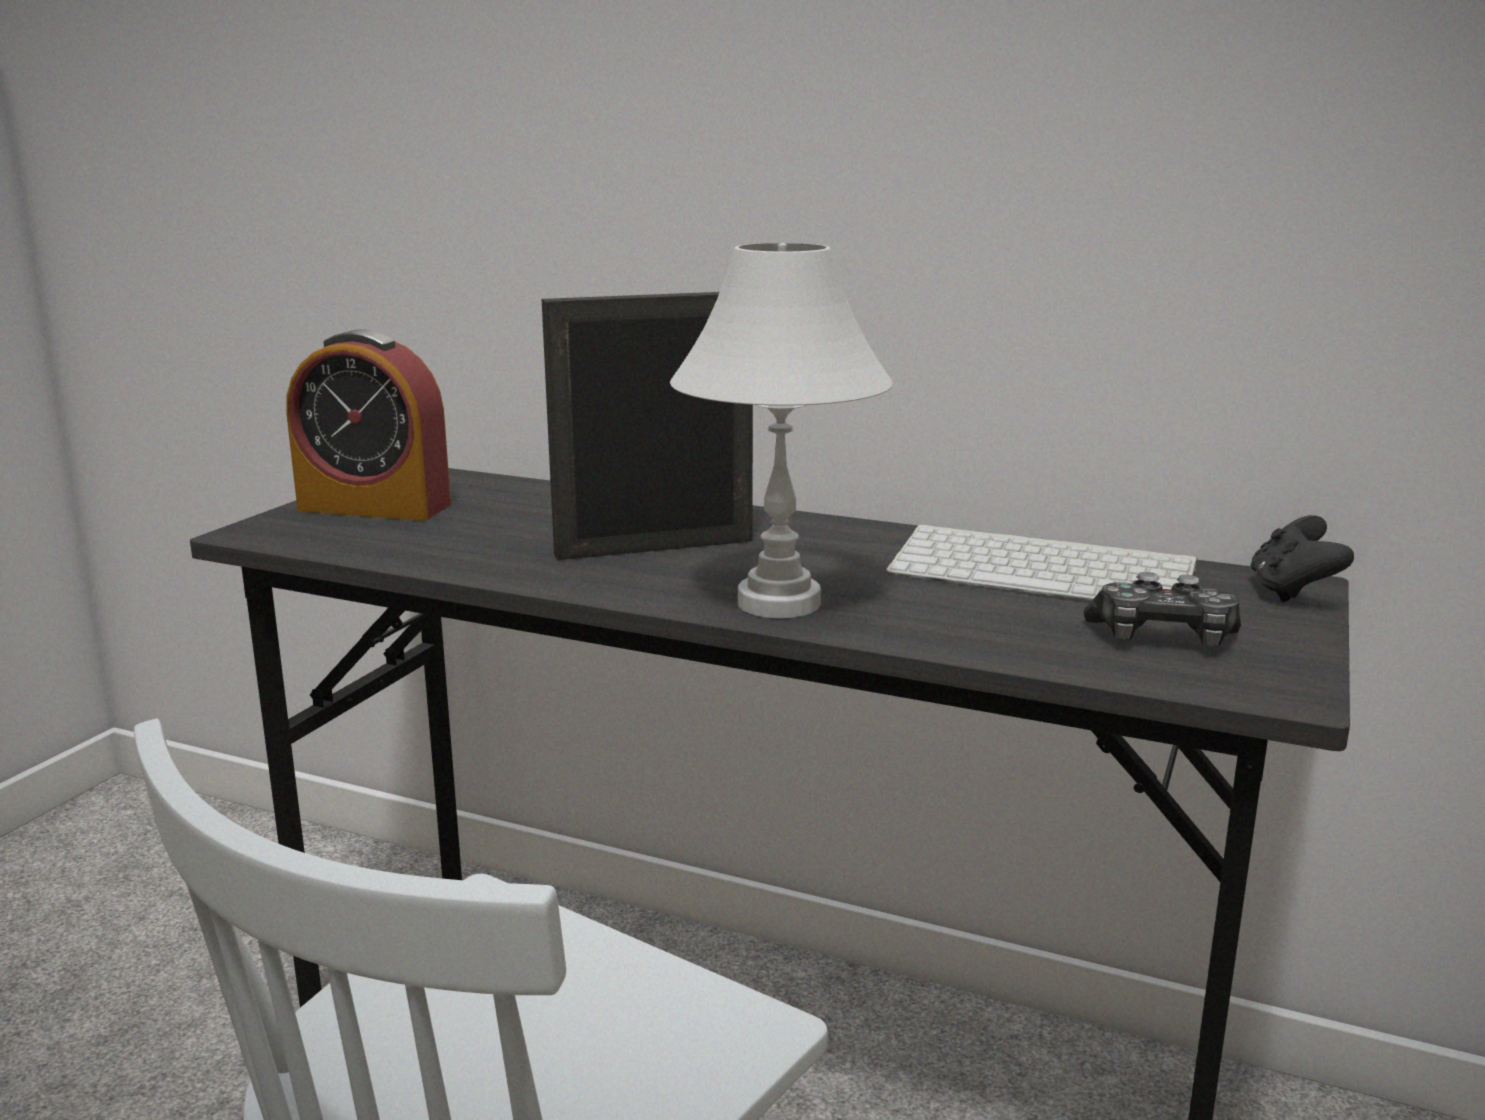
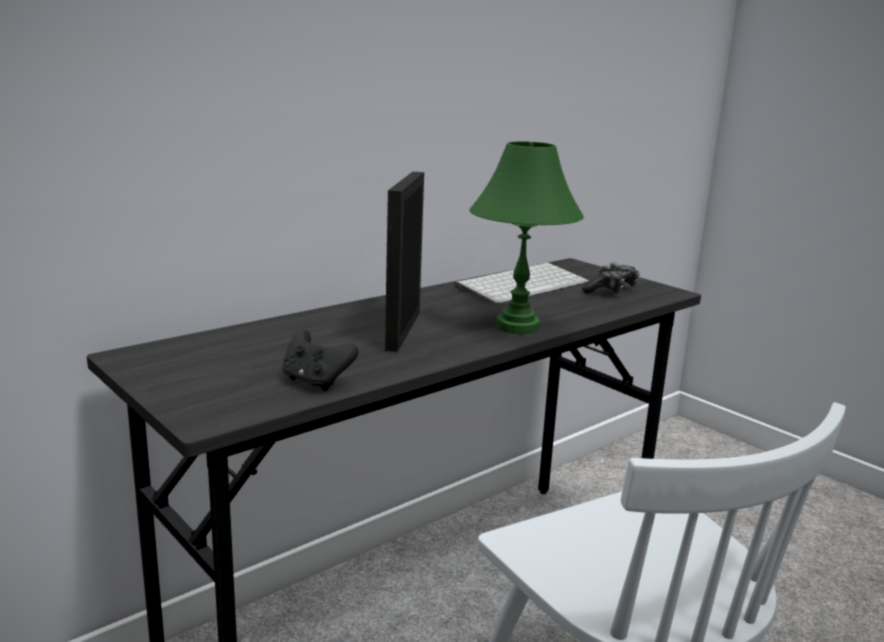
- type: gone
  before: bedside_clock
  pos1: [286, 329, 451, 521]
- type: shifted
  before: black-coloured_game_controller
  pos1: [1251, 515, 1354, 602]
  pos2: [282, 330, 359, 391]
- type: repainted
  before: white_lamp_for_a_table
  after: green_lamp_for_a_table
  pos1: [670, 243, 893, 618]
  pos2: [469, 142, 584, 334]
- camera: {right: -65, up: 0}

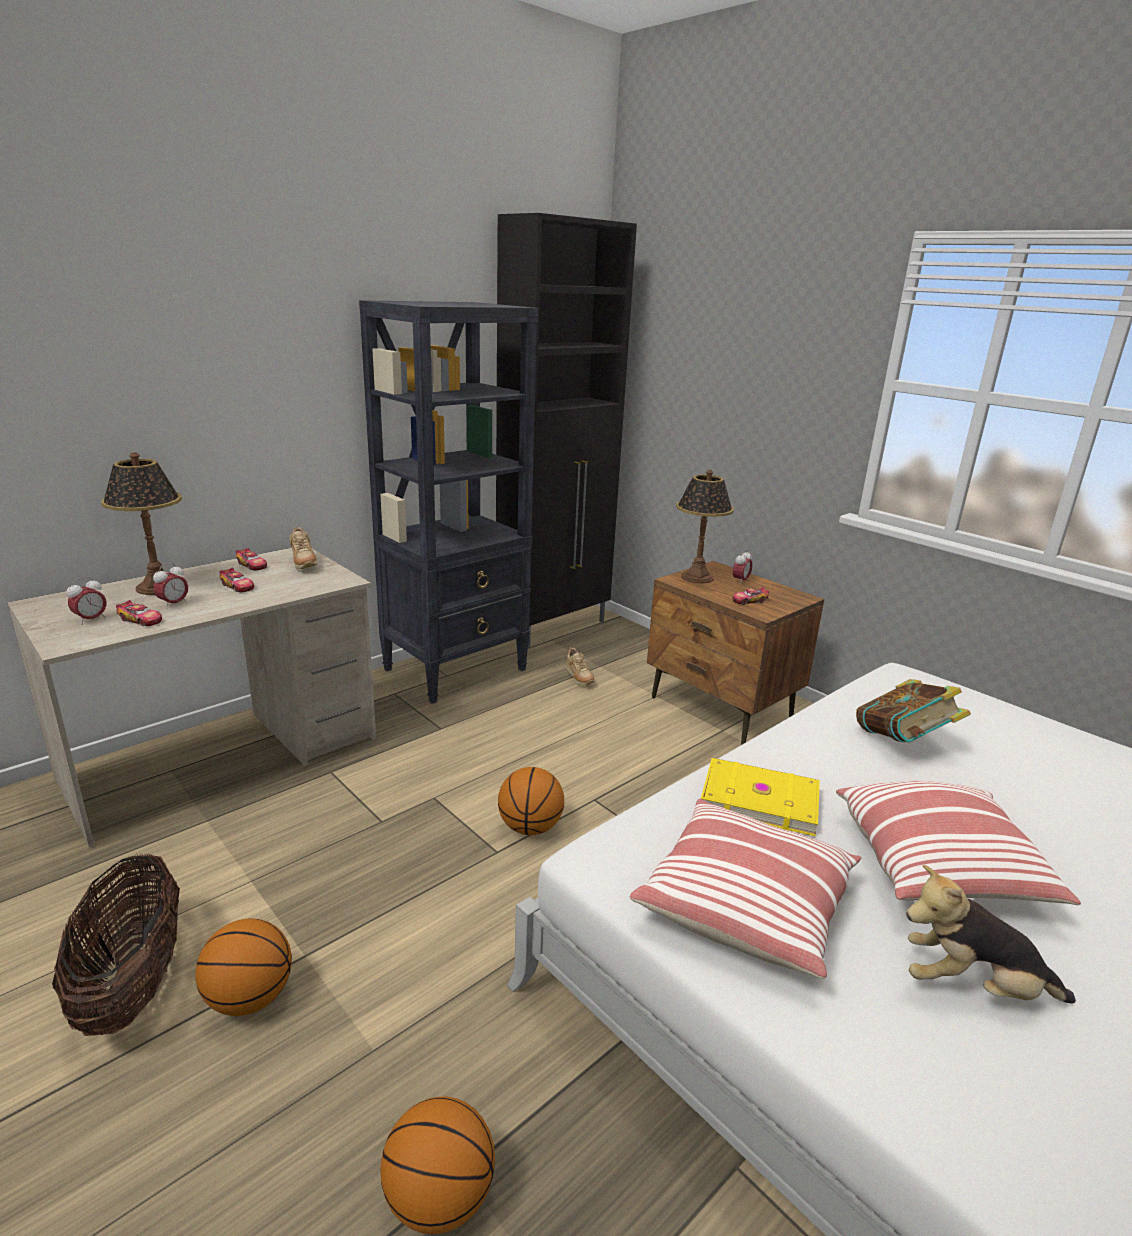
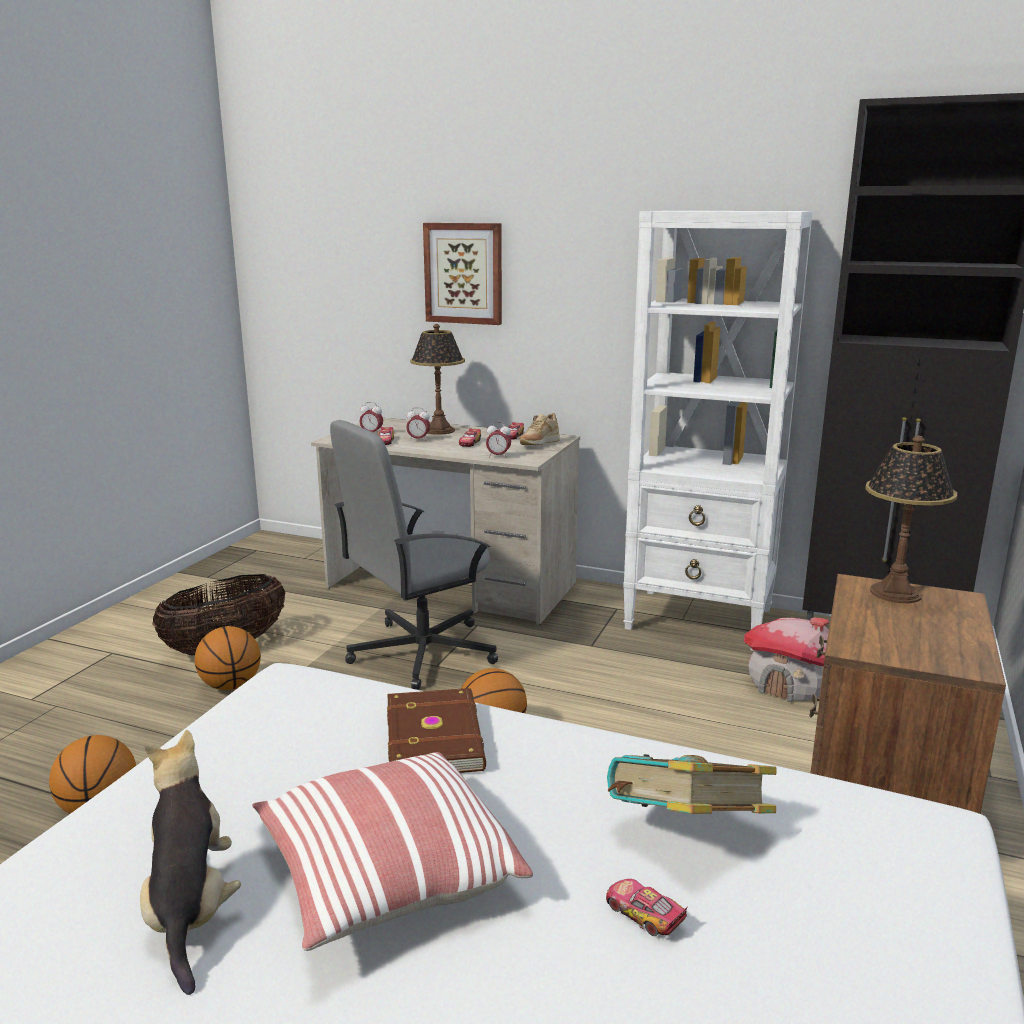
- type: gone
  before: throw_pillow
  pos1: [630, 799, 861, 979]
- type: new
  after: grey_computer_chair
  pos2: [330, 420, 498, 690]
- type: new
  after: wall_art
  pos2: [423, 223, 502, 325]
- type: shifted
  before: bedside_clock
  pos1: [733, 549, 752, 584]
  pos2: [486, 422, 511, 458]
- type: shifted
  before: miniature_car
  pos1: [733, 587, 769, 605]
  pos2: [606, 879, 688, 936]
- type: swapped
  before: sand-coloured_item_of_footwear
  after: miniature_house
  pos1: [567, 647, 595, 685]
  pos2: [744, 618, 829, 702]
- type: repainted
  before: black-coloured_bookshelf
  after: white_bookshelf
  pos1: [359, 300, 538, 704]
  pos2: [623, 211, 813, 651]
- type: repainted
  before: yellowish_volume
  after: brownish_volume
  pos1: [701, 758, 820, 836]
  pos2: [387, 688, 486, 773]
- camera: {right: 65, up: -5}

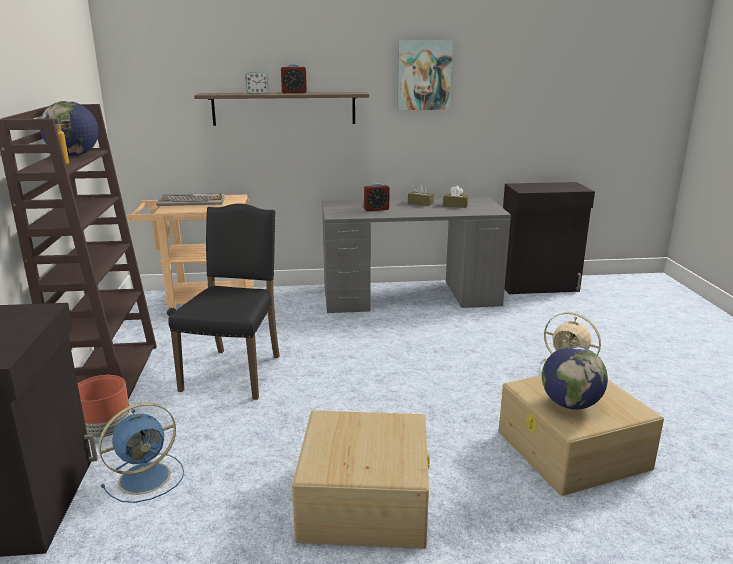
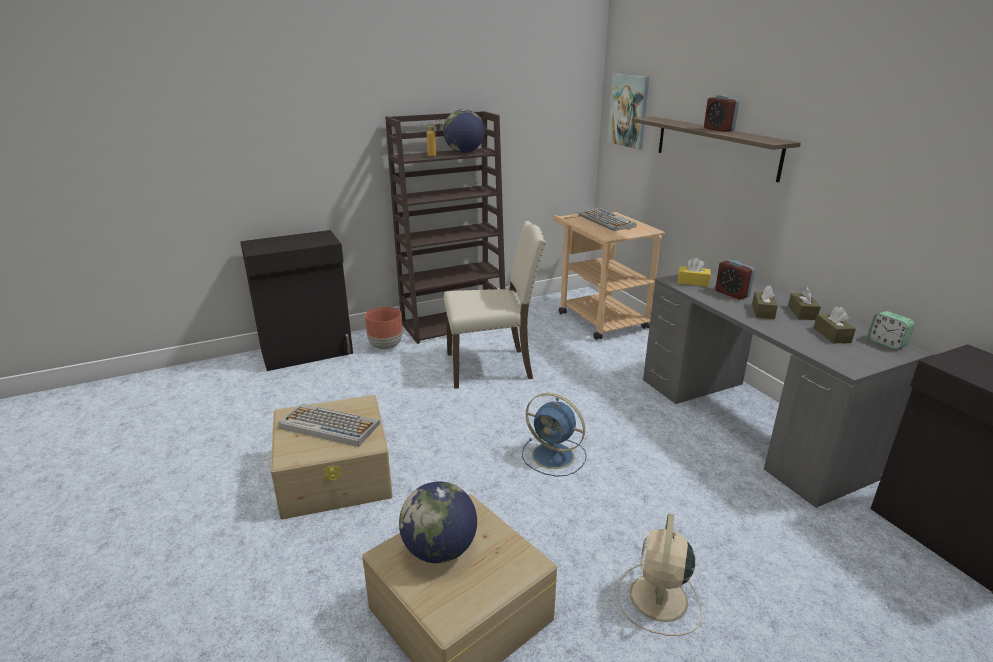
- type: new
  after: keyboard
  pos2: [278, 404, 380, 447]
- type: new
  after: yellowish_box_of_tissues
  pos2: [678, 258, 711, 287]
- type: new
  after: brownish_box_of_tissues
  pos2: [752, 285, 778, 319]
- type: shifted
  before: bluish_electric_fan
  pos1: [99, 403, 184, 503]
  pos2: [522, 393, 587, 477]
- type: shifted
  before: bedside_clock
  pos1: [245, 72, 268, 94]
  pos2: [868, 311, 915, 349]
- type: shifted
  before: wall_art
  pos1: [397, 40, 453, 110]
  pos2: [607, 74, 649, 150]
- type: repainted
  before: black-coloured_chair
  after: sand-coloured_chair
  pos1: [168, 203, 280, 400]
  pos2: [444, 221, 546, 389]
- camera: {right: 70, up: 5}

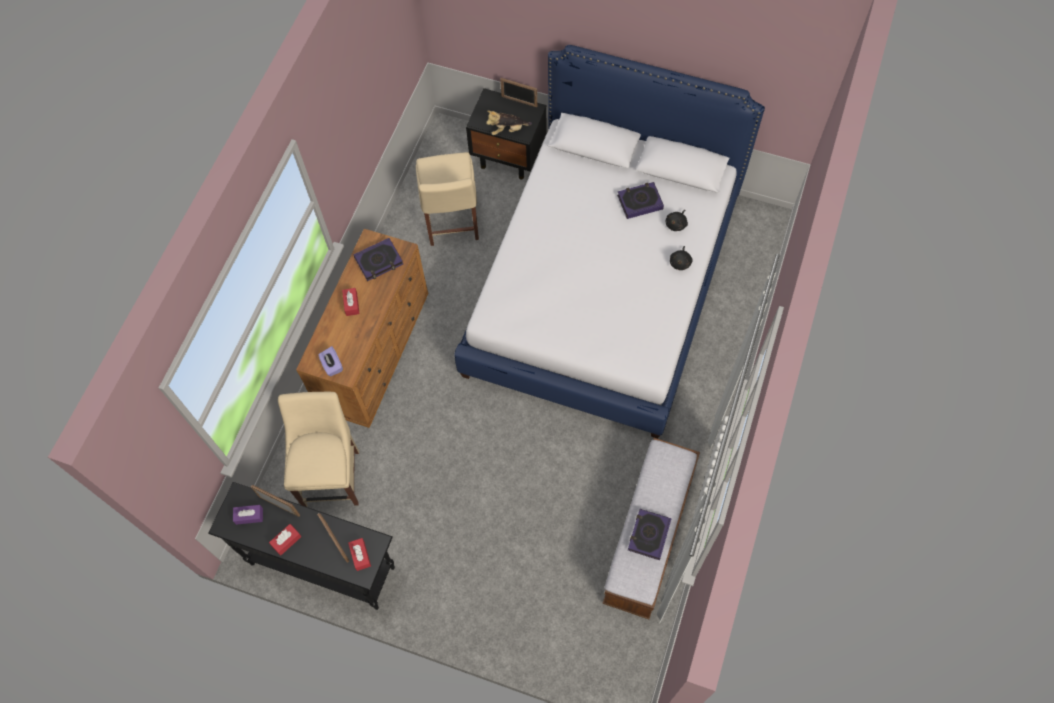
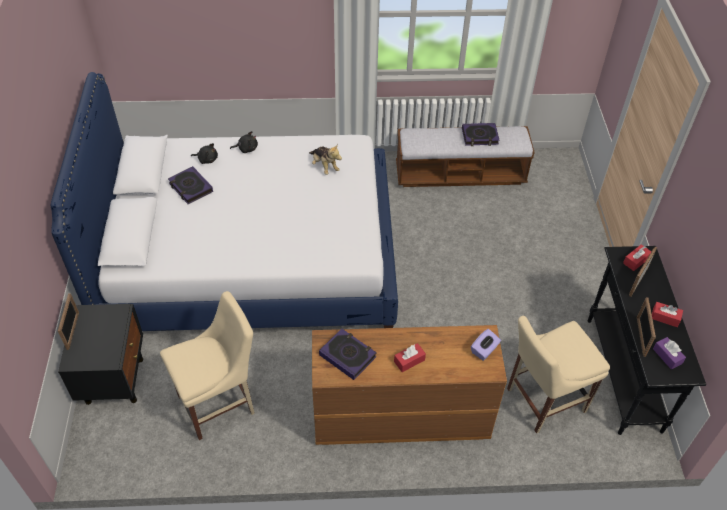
- type: shifted
  before: cuddly_toy
  pos1: [486, 111, 532, 135]
  pos2: [309, 144, 342, 175]
- camera: {right: -115, up: -15}

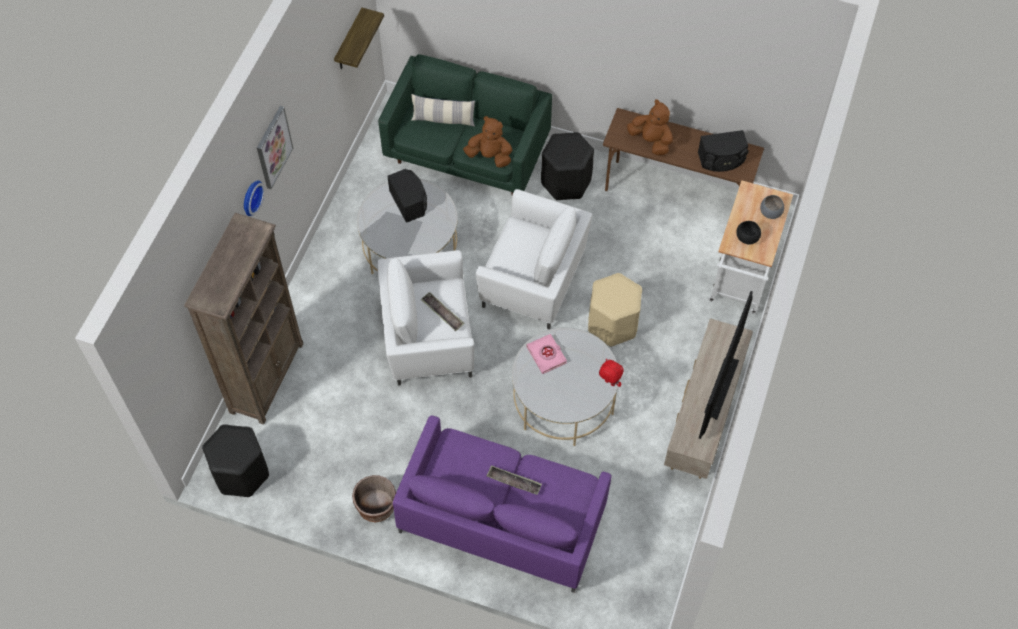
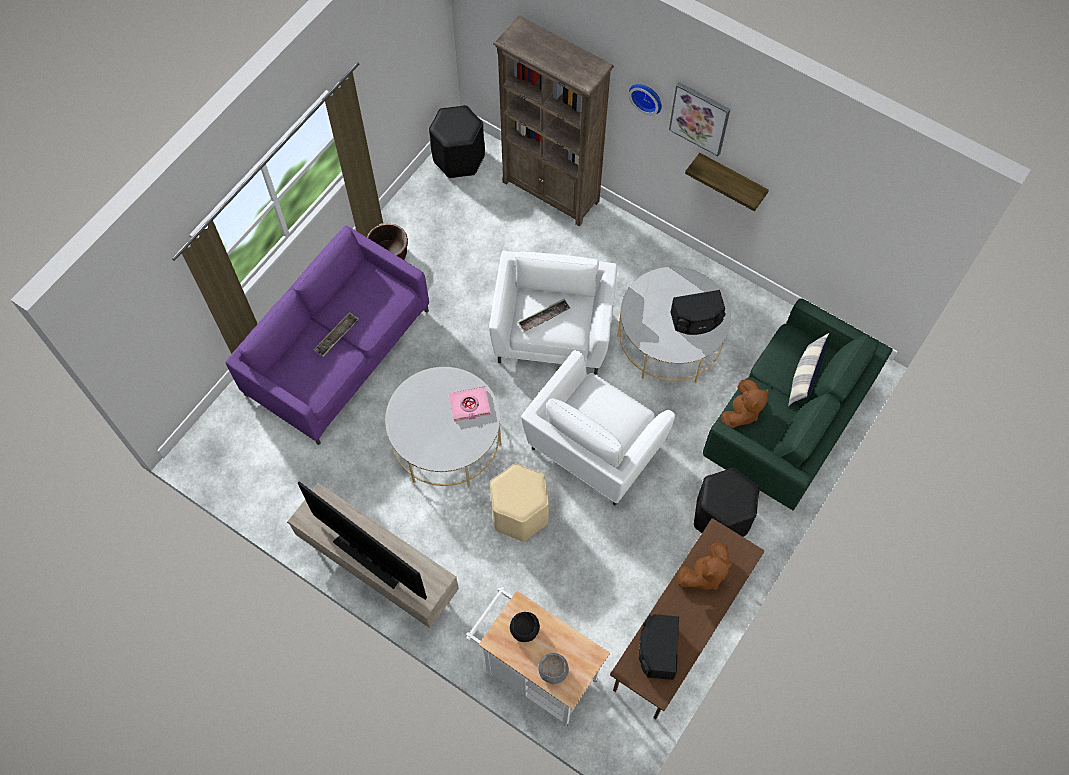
- type: gone
  before: reddish_cuddly_toy
  pos1: [599, 359, 623, 387]
- type: shifted
  before: wall_shelf
  pos1: [334, 8, 384, 69]
  pos2: [685, 153, 769, 211]
- camera: {right: 105, up: 5}

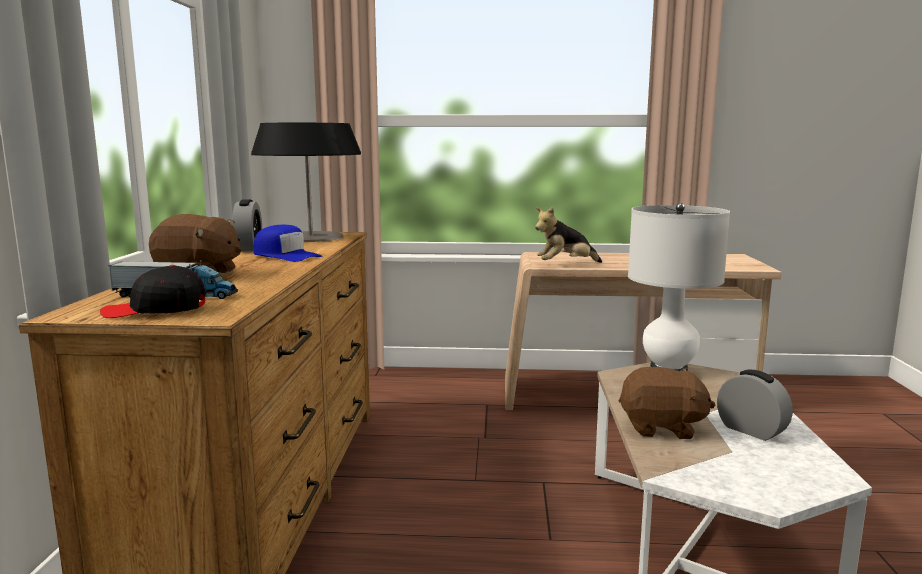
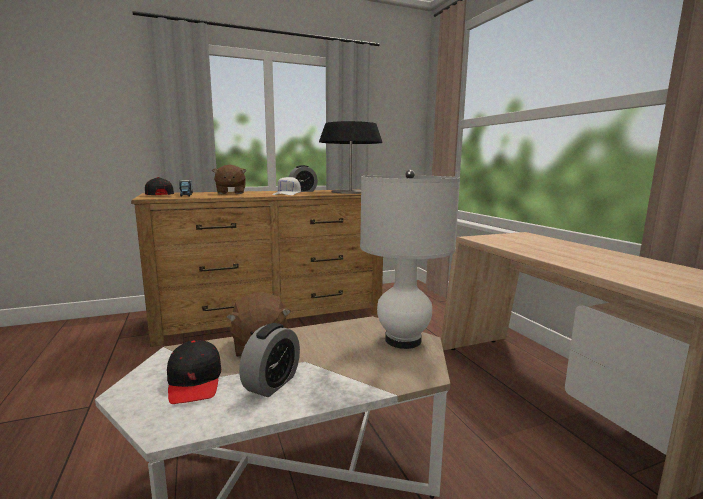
- type: gone
  before: cuddly_toy
  pos1: [535, 207, 602, 263]
- type: new
  after: black-coloured_cap
  pos2: [167, 340, 221, 404]
- type: repainted
  before: bluish_cap
  after: white_cap
  pos1: [254, 224, 322, 262]
  pos2: [272, 177, 301, 195]
- camera: {right: 65, up: 0}

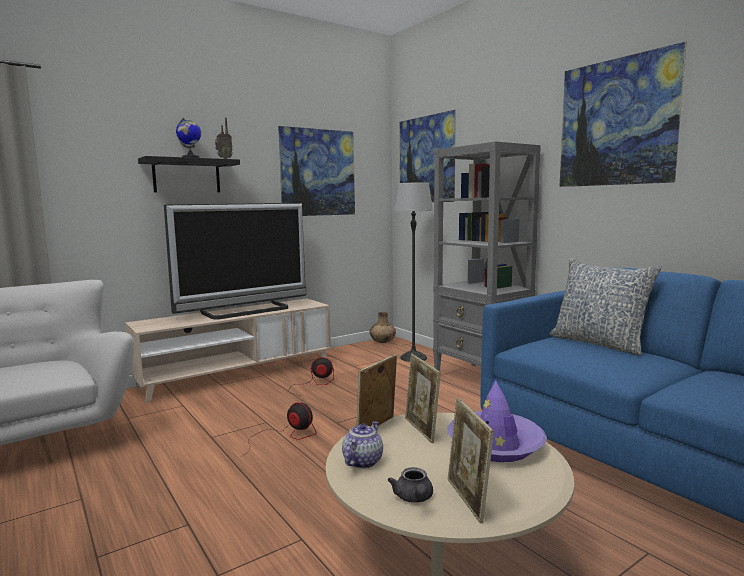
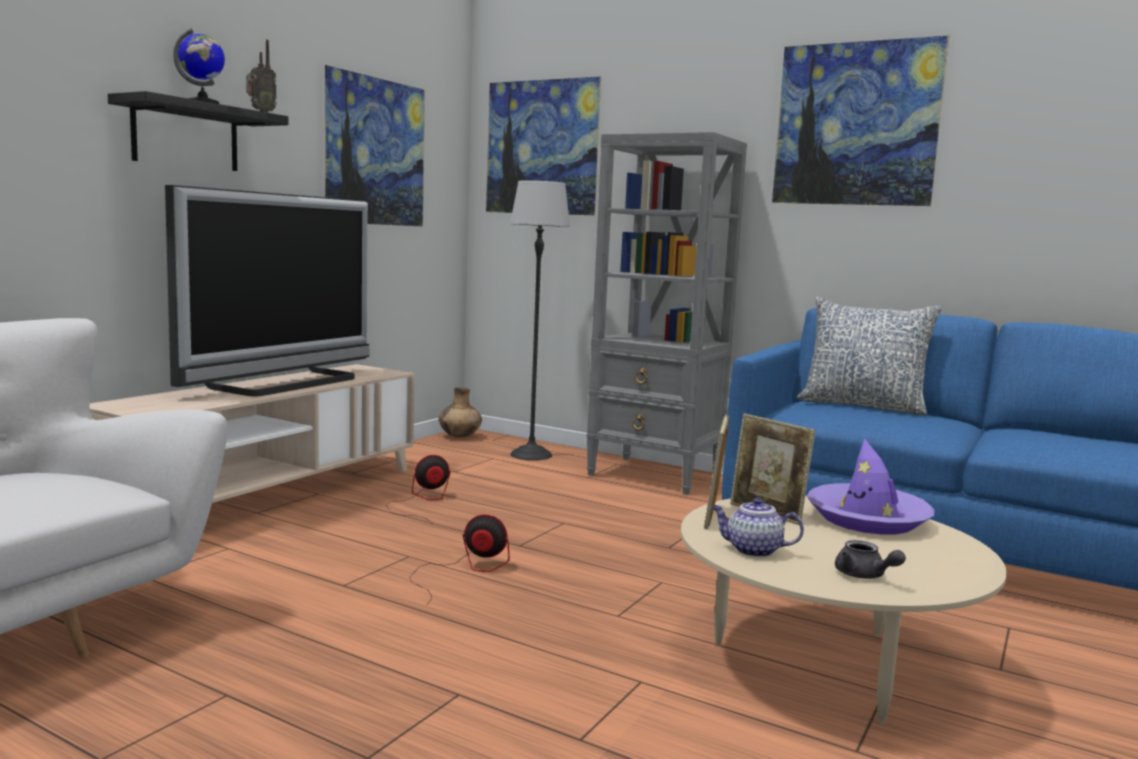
- type: gone
  before: standing_frame
  pos1: [447, 398, 494, 524]
- type: rotated
  before: teapot
  pos1: [342, 421, 383, 469]
  pos2: [711, 498, 804, 557]
  turn: -75
- camera: {right: -25, up: 0}

